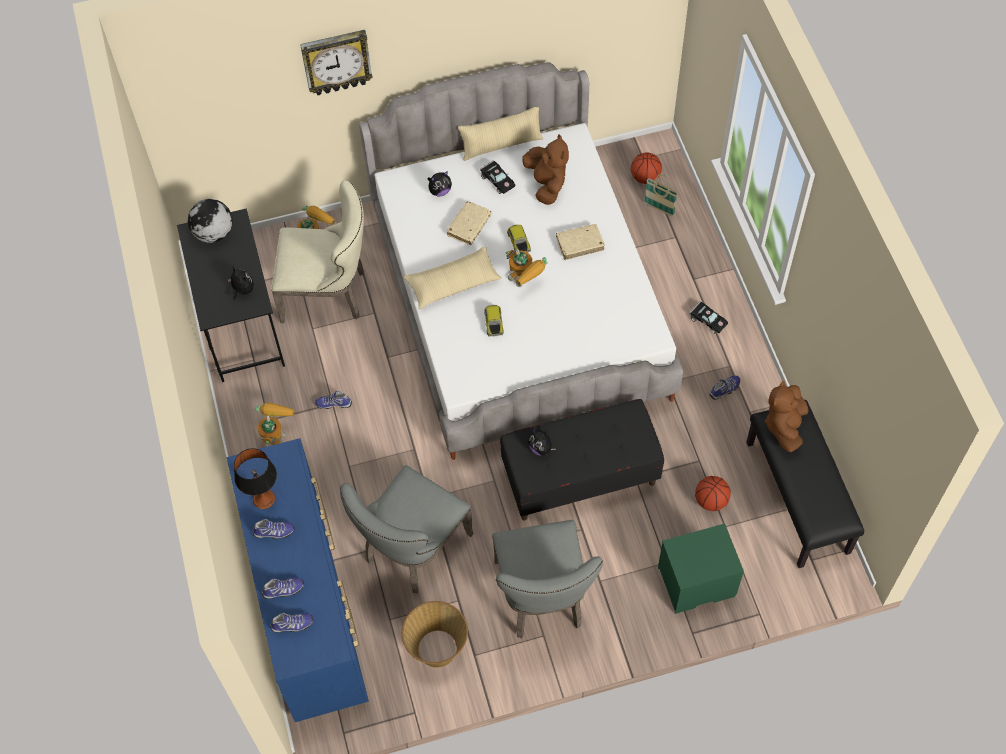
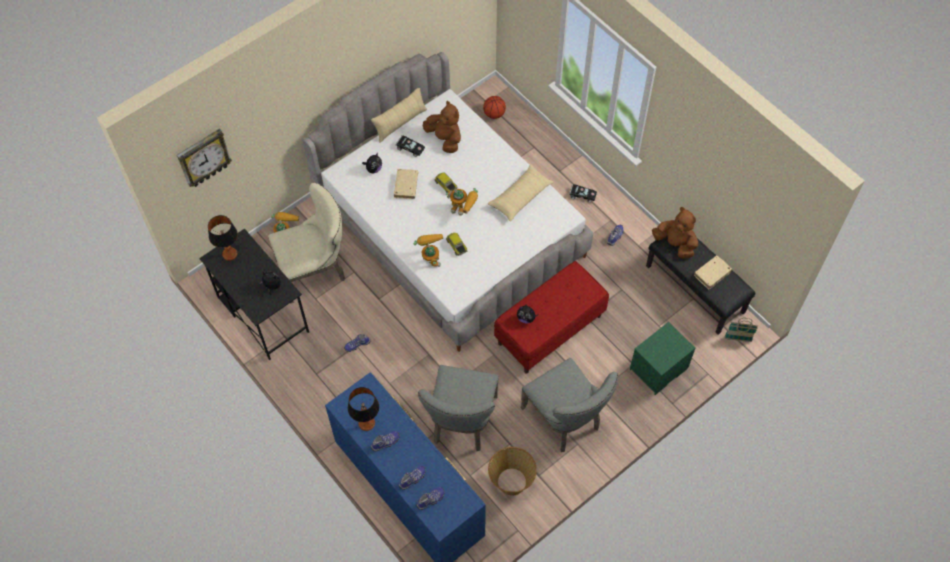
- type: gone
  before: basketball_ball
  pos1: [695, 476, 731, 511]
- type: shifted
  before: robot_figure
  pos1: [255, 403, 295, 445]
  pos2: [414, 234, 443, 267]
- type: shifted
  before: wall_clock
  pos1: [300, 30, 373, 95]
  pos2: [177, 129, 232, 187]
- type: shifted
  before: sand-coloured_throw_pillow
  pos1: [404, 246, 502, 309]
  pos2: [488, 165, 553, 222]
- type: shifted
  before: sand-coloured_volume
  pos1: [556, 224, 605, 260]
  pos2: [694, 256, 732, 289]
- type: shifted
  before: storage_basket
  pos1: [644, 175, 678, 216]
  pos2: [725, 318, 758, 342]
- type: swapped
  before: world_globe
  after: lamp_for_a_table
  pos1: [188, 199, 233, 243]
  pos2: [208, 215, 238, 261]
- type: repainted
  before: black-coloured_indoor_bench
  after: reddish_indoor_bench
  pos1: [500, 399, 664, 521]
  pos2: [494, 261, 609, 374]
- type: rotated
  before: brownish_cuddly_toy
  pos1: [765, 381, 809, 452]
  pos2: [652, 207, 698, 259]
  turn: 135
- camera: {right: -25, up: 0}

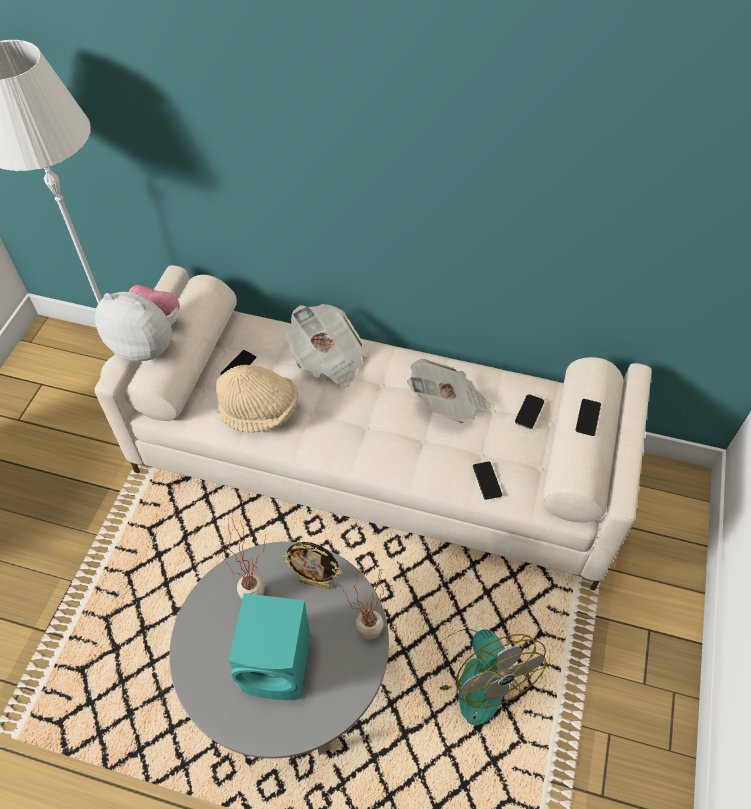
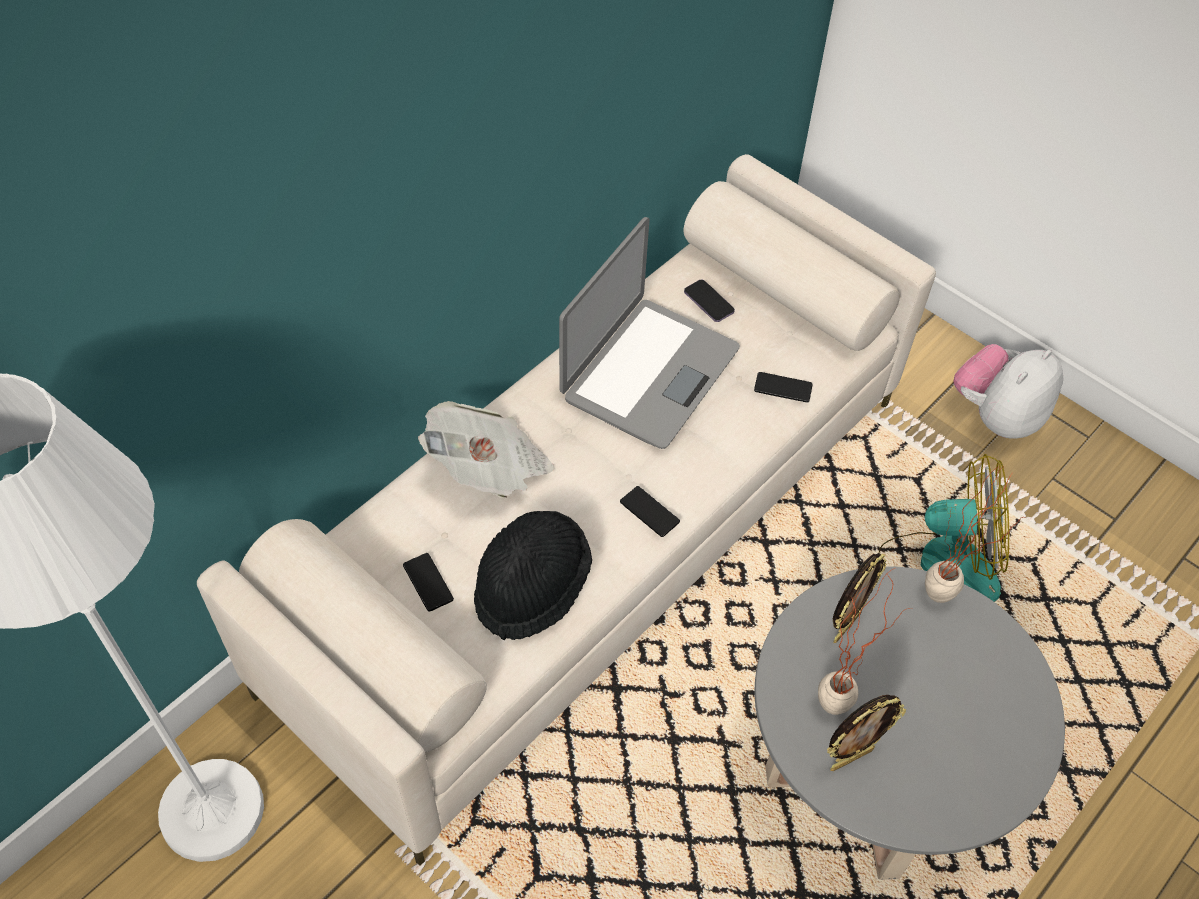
- type: gone
  before: turquoise_audio_speaker
  pos1: [228, 593, 311, 700]
- type: new
  after: standing_frame
  pos2: [827, 695, 906, 771]
- type: shifted
  before: cuddly_toy
  pos1: [95, 285, 180, 362]
  pos2: [953, 344, 1063, 439]
- type: shifted
  before: phone
  pos1: [576, 399, 601, 436]
  pos2: [620, 486, 680, 537]
- type: swapped
  before: printed_paper
  after: notebook_computer
  pos1: [407, 359, 491, 423]
  pos2: [559, 217, 740, 449]
- type: repainted
  before: sand-coloured_hat
  after: black-coloured_hat
  pos1: [216, 365, 298, 433]
  pos2: [474, 511, 592, 640]
- camera: {right: -65, up: 0}

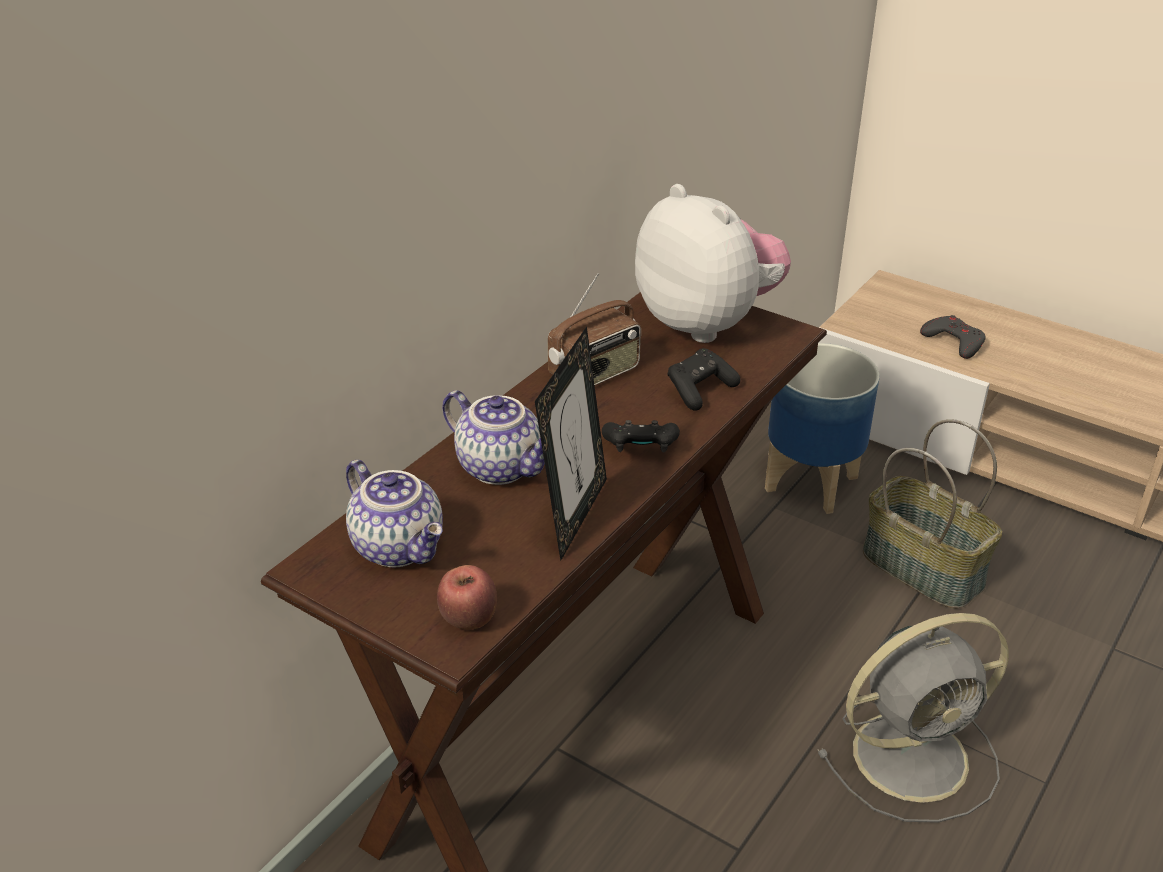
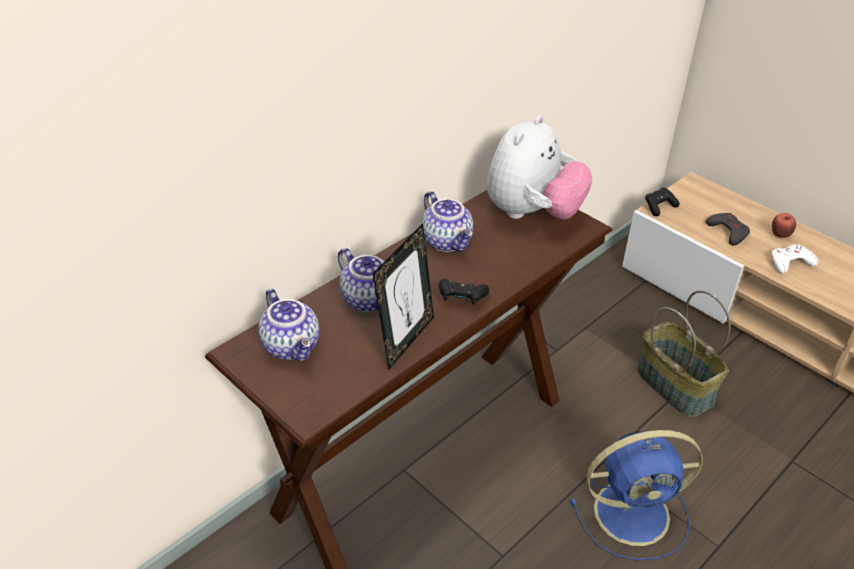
- type: gone
  before: flower_pot
  pos1: [765, 343, 879, 514]
- type: new
  after: white_game_controller
  pos2: [771, 245, 818, 274]
- type: shifted
  before: apple_fruit
  pos1: [437, 565, 497, 629]
  pos2: [772, 213, 796, 238]
- type: shifted
  before: black-coloured_game_controller
  pos1: [668, 348, 740, 411]
  pos2: [645, 187, 680, 216]
- type: swapped
  before: radio_receiver
  after: teapot
  pos1: [548, 273, 641, 386]
  pos2: [421, 191, 473, 252]
- type: repainted
  before: grey_electric_fan
  after: bluish_electric_fan
  pos1: [817, 613, 1009, 823]
  pos2: [571, 430, 703, 561]
- type: rotated
  before: cuddly_toy
  pos1: [635, 184, 791, 343]
  pos2: [487, 115, 592, 219]
  turn: 60
- camera: {right: 10, up: 5}

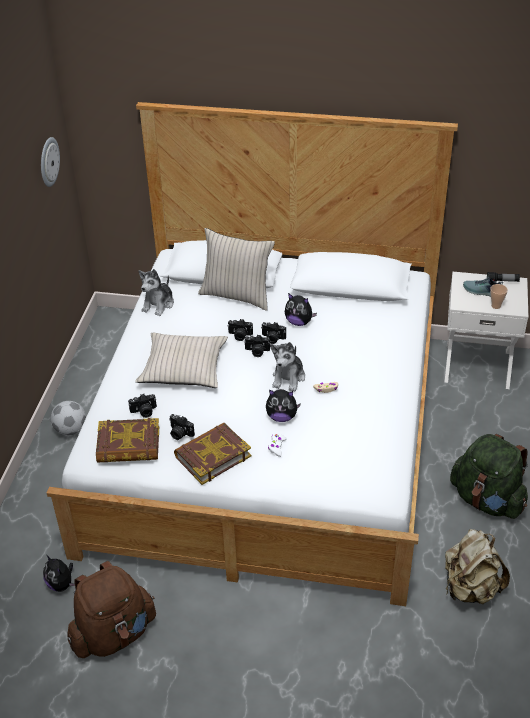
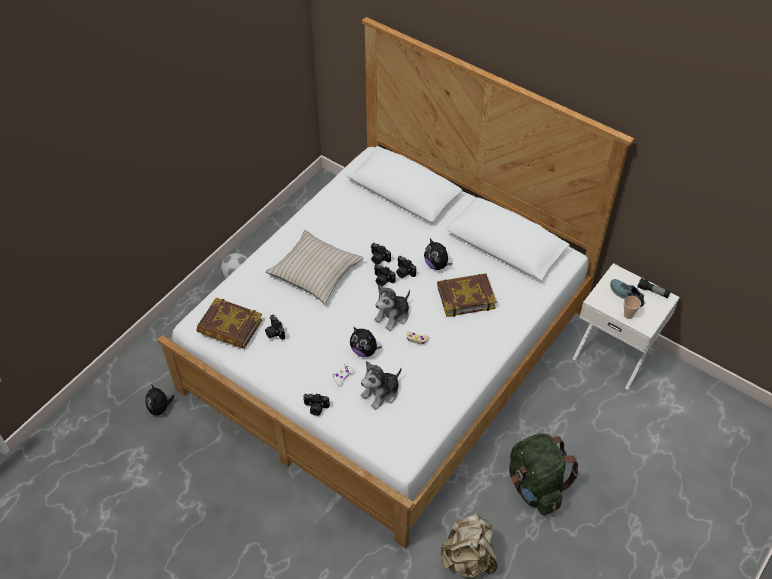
- type: gone
  before: wall_clock
  pos1: [41, 137, 60, 187]
- type: gone
  before: brownish_knapsack
  pos1: [68, 561, 156, 658]
- type: gone
  before: sand-coloured_throw_pillow
  pos1: [198, 228, 275, 311]
- type: shifted
  before: photo_camera
  pos1: [128, 394, 157, 418]
  pos2: [303, 393, 330, 416]
- type: shifted
  before: cuddly_toy
  pos1: [139, 269, 174, 316]
  pos2: [361, 361, 402, 410]
- type: shifted
  before: volume
  pos1: [174, 423, 251, 485]
  pos2: [437, 273, 497, 317]
- camera: {right: 25, up: 10}

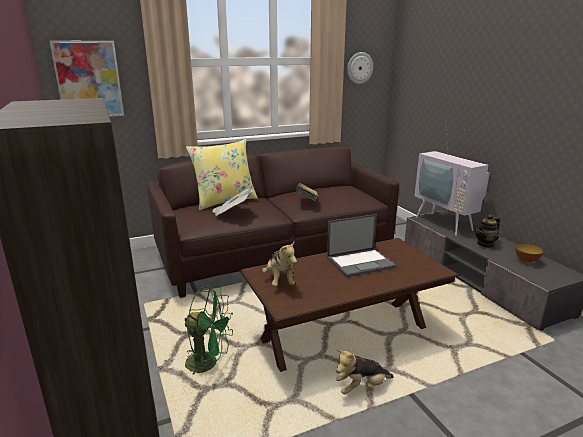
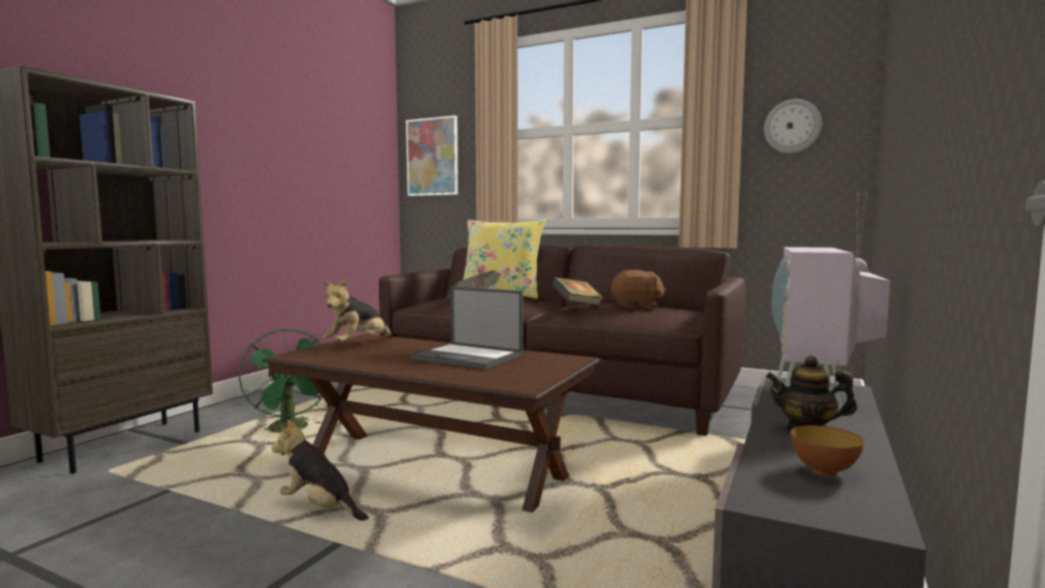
- type: new
  after: brownish_cuddly_toy
  pos2: [610, 270, 666, 309]
- camera: {right: 50, up: -15}

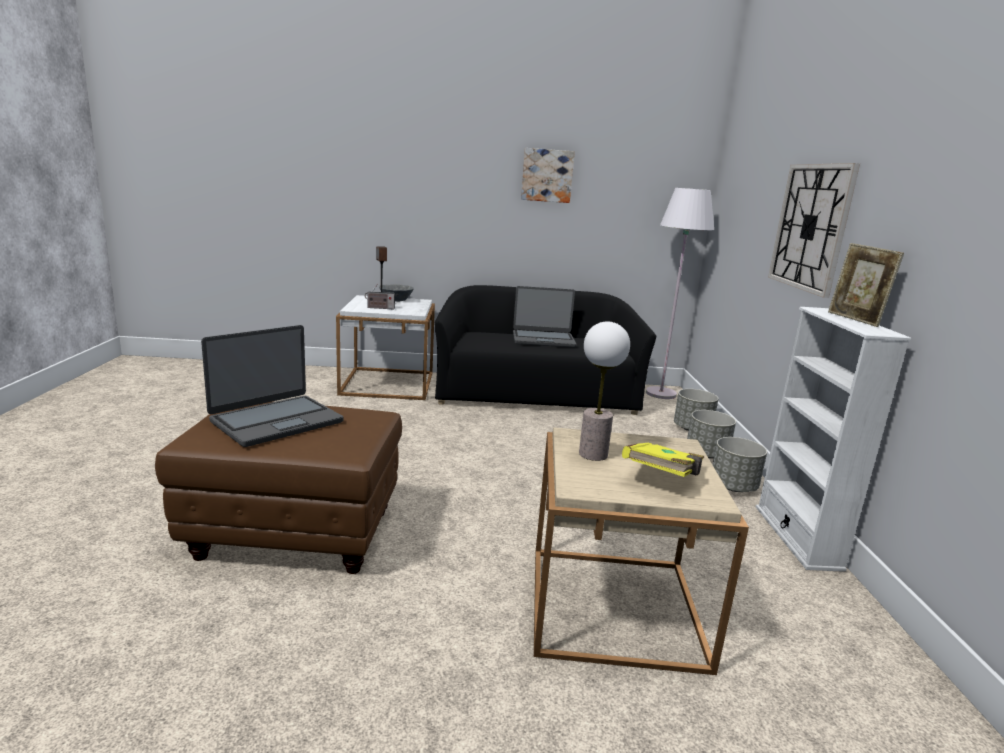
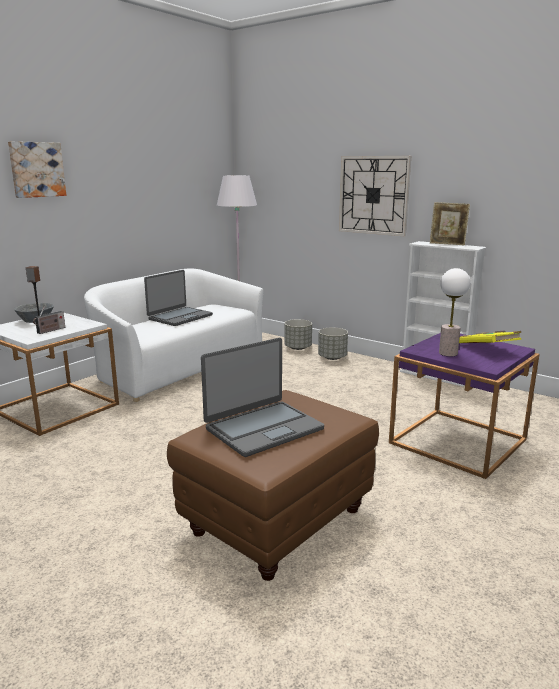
- type: gone
  before: grey_flower_pot
  pos1: [712, 437, 767, 492]
- type: shifted
  before: wall_art
  pos1: [521, 148, 575, 203]
  pos2: [8, 141, 66, 198]
- type: repainted
  before: black-coloured_sofa
  after: white_sofa
  pos1: [435, 285, 656, 415]
  pos2: [84, 268, 264, 402]
- type: repainted
  before: sand-coloured_side_table
  after: purple-coloured_side_table
  pos1: [534, 427, 749, 675]
  pos2: [389, 333, 539, 479]
- type: rotated
  before: notebook_computer
  pos1: [201, 325, 344, 447]
  pos2: [201, 338, 324, 457]
  turn: 60
- camera: {right: -50, up: 0}

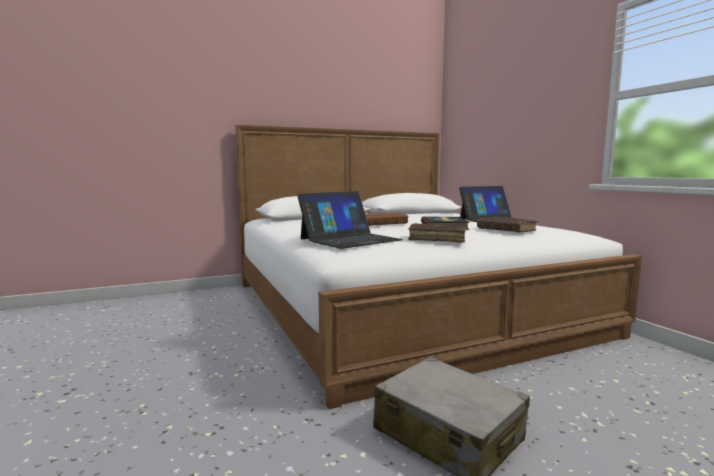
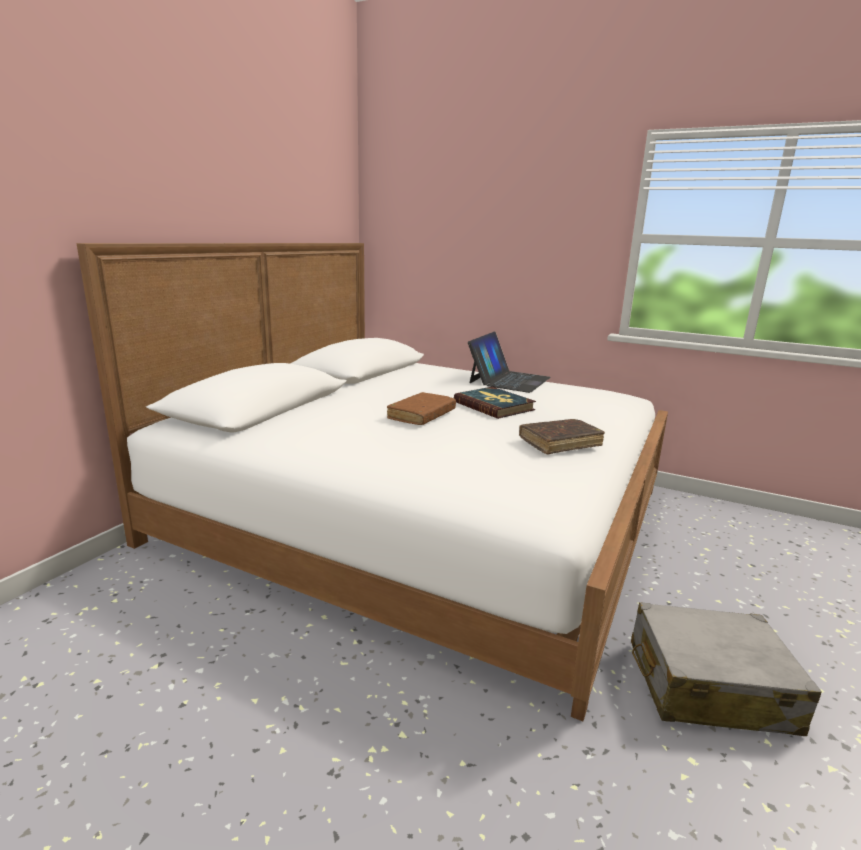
- type: gone
  before: notebook_computer
  pos1: [297, 191, 403, 249]
- type: gone
  before: brownish_volume
  pos1: [477, 217, 537, 233]
- camera: {right: -40, up: 10}

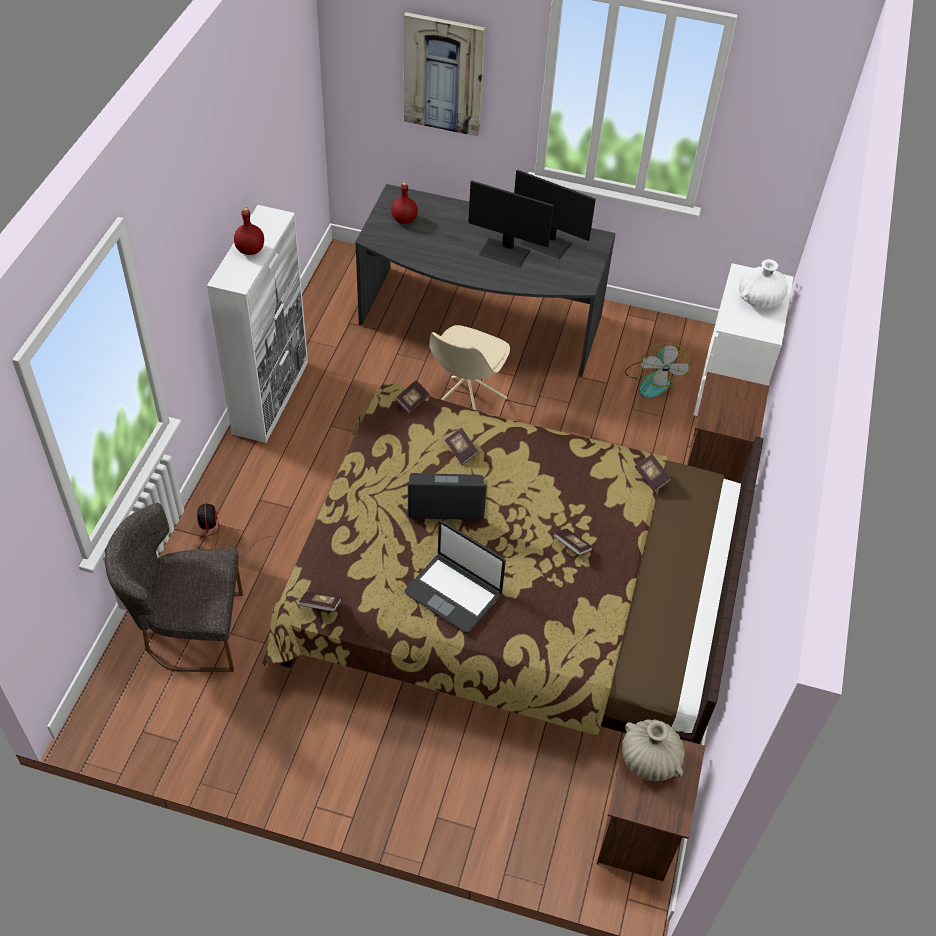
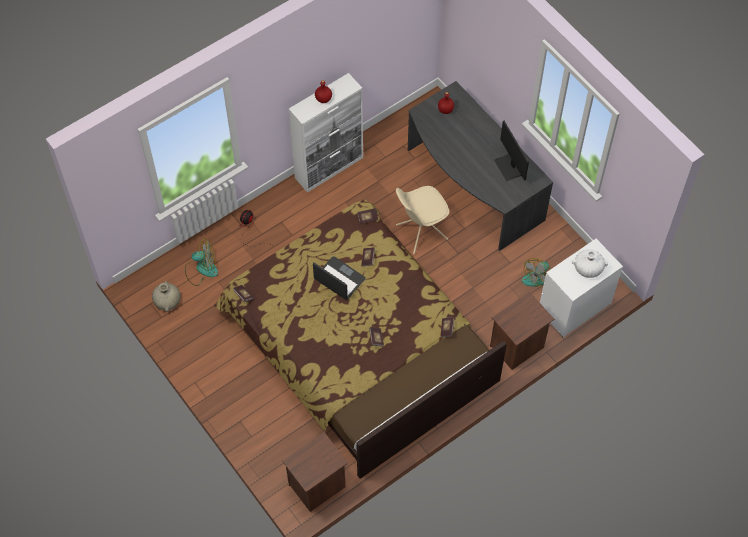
- type: gone
  before: wall_art
  pos1: [404, 12, 485, 137]
- type: gone
  before: notebook_computer
  pos1: [404, 521, 506, 633]
- type: gone
  before: monitor
  pos1: [468, 180, 554, 268]
- type: shifted
  before: sand-coloured_flower_vase
  pos1: [622, 719, 685, 781]
  pos2: [152, 281, 181, 312]
- type: swapped
  before: grey_chair
  after: electric_fan
  pos1: [105, 503, 243, 672]
  pos2: [185, 238, 218, 286]
- camera: {right: 40, up: 10}

